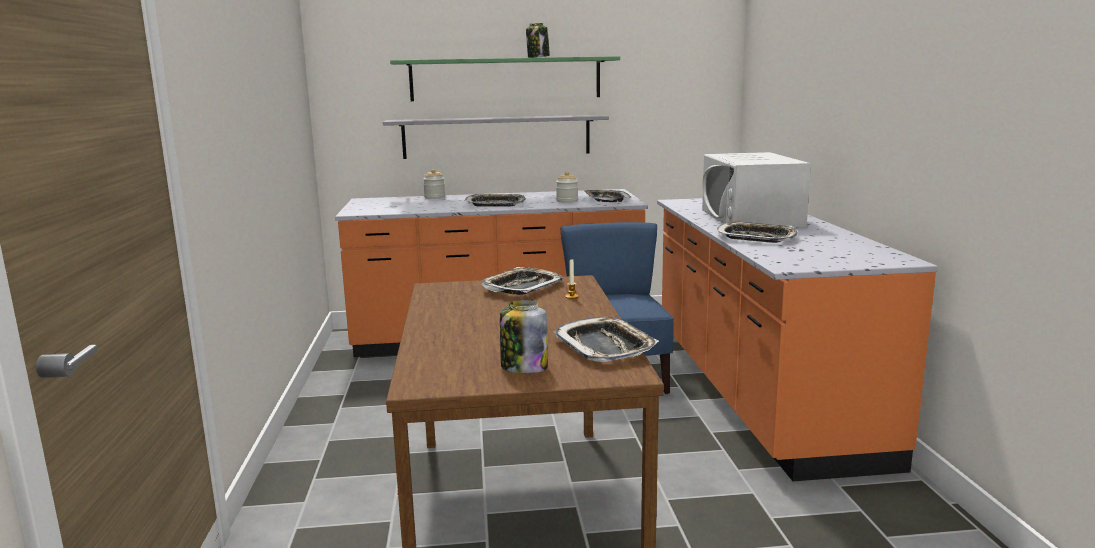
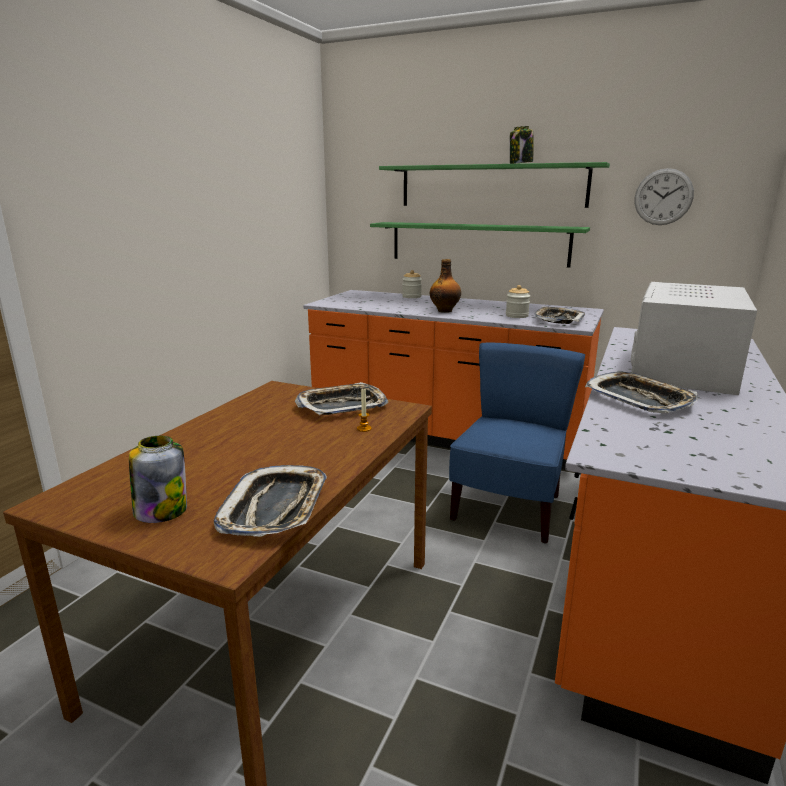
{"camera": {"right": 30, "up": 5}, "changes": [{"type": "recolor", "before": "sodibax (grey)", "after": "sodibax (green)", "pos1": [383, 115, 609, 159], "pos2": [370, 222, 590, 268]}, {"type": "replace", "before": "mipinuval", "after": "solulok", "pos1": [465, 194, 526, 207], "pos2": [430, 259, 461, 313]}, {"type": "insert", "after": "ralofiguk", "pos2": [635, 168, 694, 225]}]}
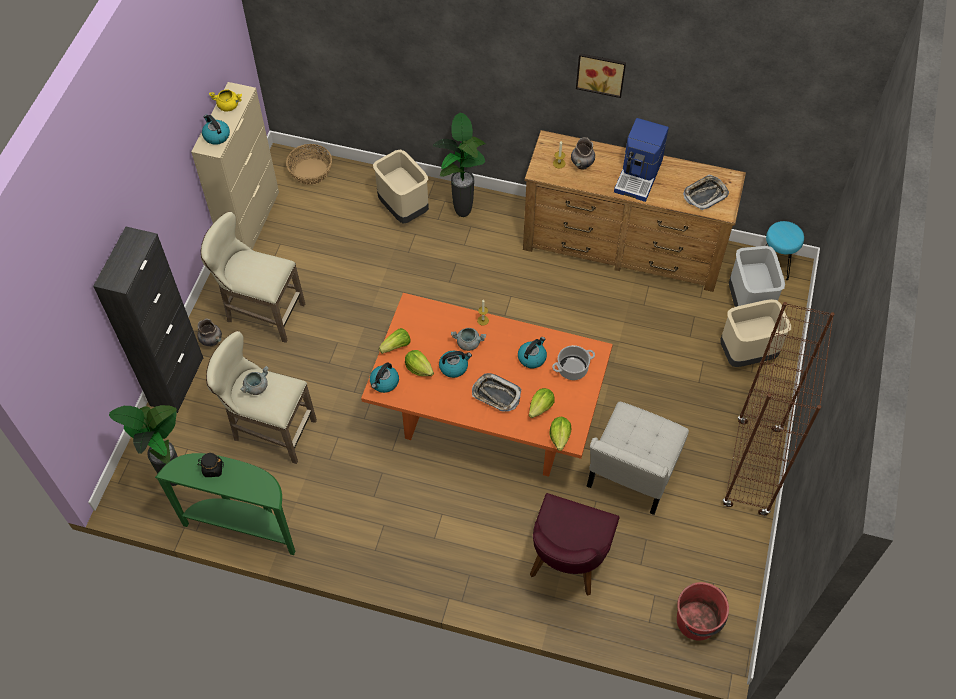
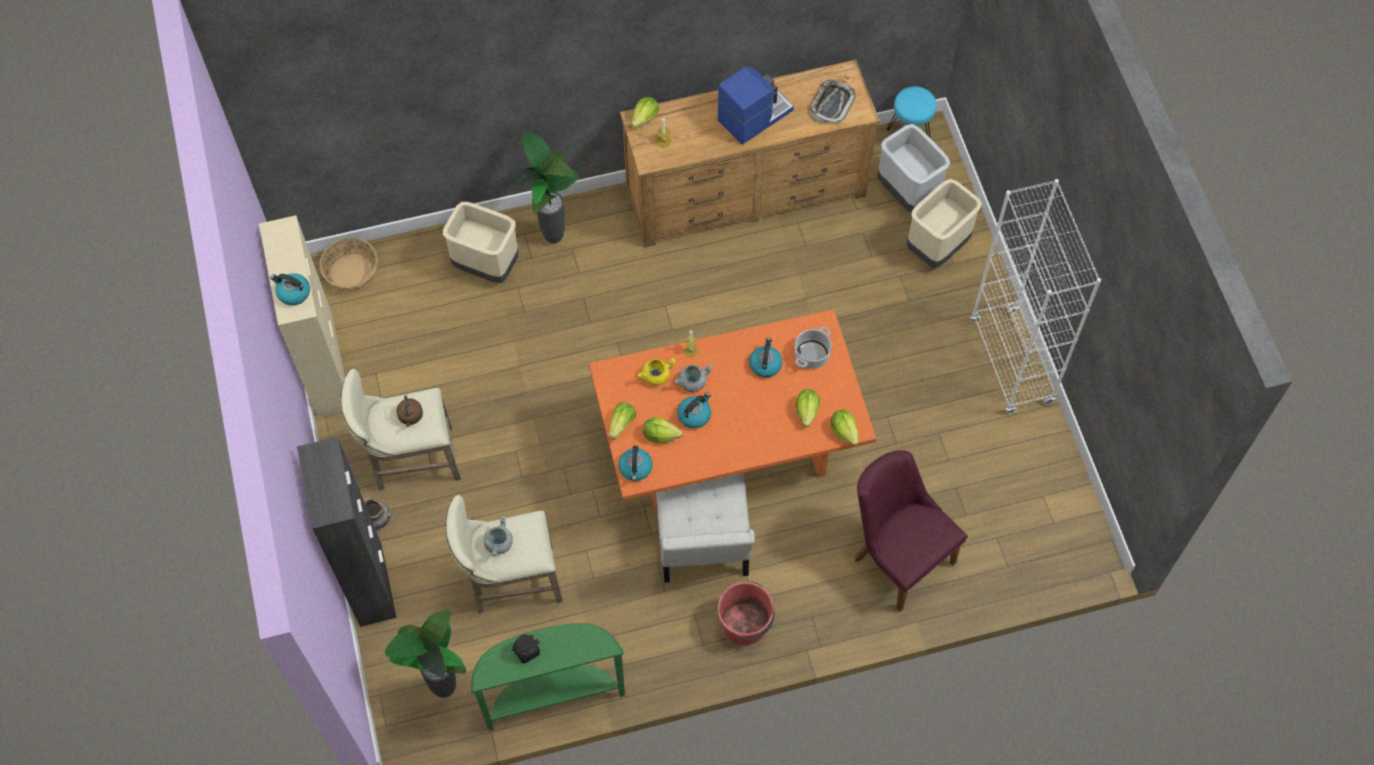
{"camera": {"right": -30, "up": 5}, "changes": [{"type": "delete", "before": "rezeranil", "pos1": [576, 53, 626, 98]}, {"type": "move", "before": "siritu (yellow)", "pos1": [209, 89, 242, 111], "pos2": [638, 358, 676, 386]}, {"type": "rotate", "before": "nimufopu", "pos1": [614, 118, 669, 202], "pos2": [718, 66, 794, 145], "turn": -120}, {"type": "delete", "before": "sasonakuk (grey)", "pos1": [571, 137, 595, 170]}, {"type": "recolor", "before": "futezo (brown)", "after": "futezo (white)", "pos1": [723, 302, 835, 516], "pos2": [970, 179, 1101, 415]}, {"type": "delete", "before": "mipinuval", "pos1": [472, 373, 521, 412]}, {"type": "move", "before": "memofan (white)", "pos1": [587, 402, 689, 515], "pos2": [656, 473, 755, 583]}, {"type": "rotate", "before": "memofan (purple)", "pos1": [530, 493, 619, 596], "pos2": [855, 450, 968, 612], "turn": 150}, {"type": "move", "before": "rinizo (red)", "pos1": [677, 582, 729, 640], "pos2": [718, 582, 775, 645]}, {"type": "insert", "after": "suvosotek", "pos2": [631, 97, 659, 128]}, {"type": "insert", "after": "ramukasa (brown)", "pos2": [396, 395, 423, 427]}]}
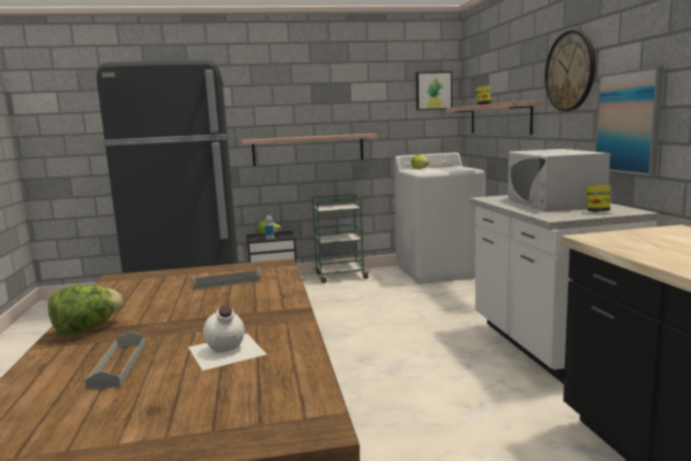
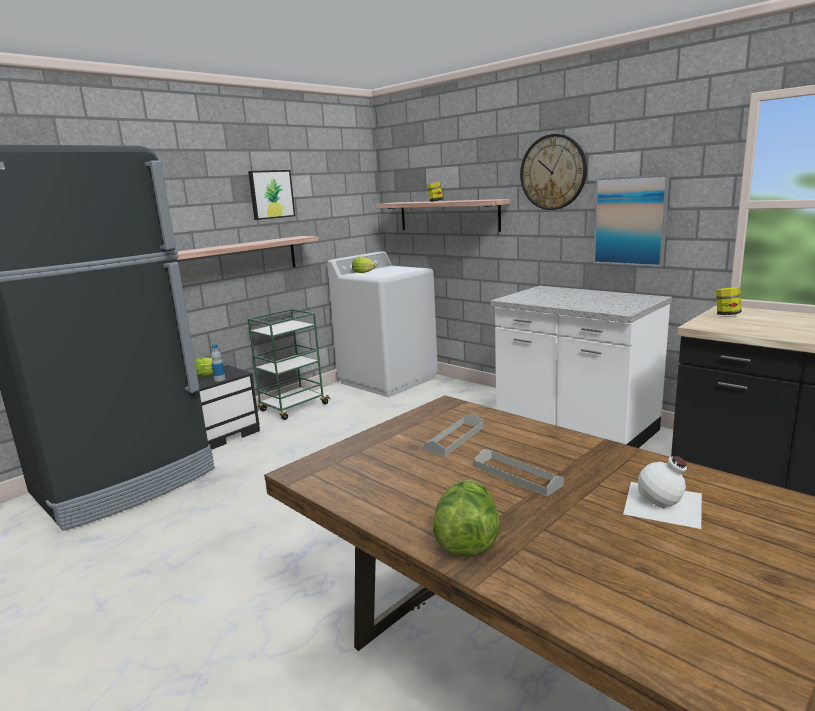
{"camera": {"right": -35, "up": 5}, "changes": [{"type": "move", "before": "rezeranil", "pos1": [416, 71, 452, 110], "pos2": [248, 170, 295, 220]}, {"type": "delete", "before": "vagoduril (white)", "pos1": [508, 149, 610, 211]}, {"type": "move", "before": "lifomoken", "pos1": [587, 185, 610, 212], "pos2": [716, 287, 742, 315]}, {"type": "move", "before": "mipinuval (grey)", "pos1": [85, 331, 146, 390], "pos2": [474, 449, 564, 497]}]}
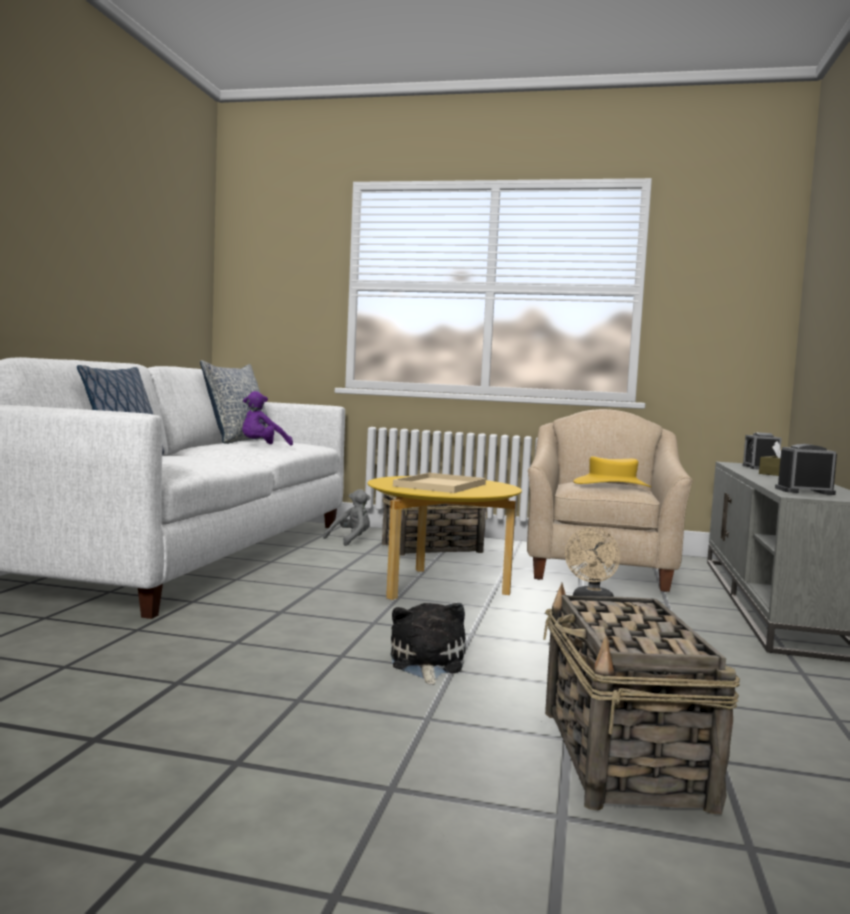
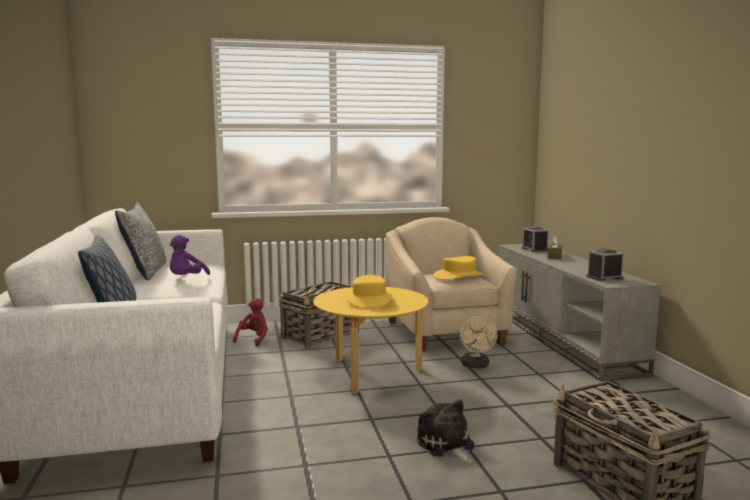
{"camera": {"right": -25, "up": 5}, "changes": [{"type": "replace", "before": "mipinuval (beige)", "after": "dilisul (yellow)", "pos1": [393, 473, 486, 493], "pos2": [346, 275, 392, 309]}, {"type": "recolor", "before": "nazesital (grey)", "after": "nazesital (red)", "pos1": [323, 489, 370, 546], "pos2": [233, 298, 267, 346]}]}
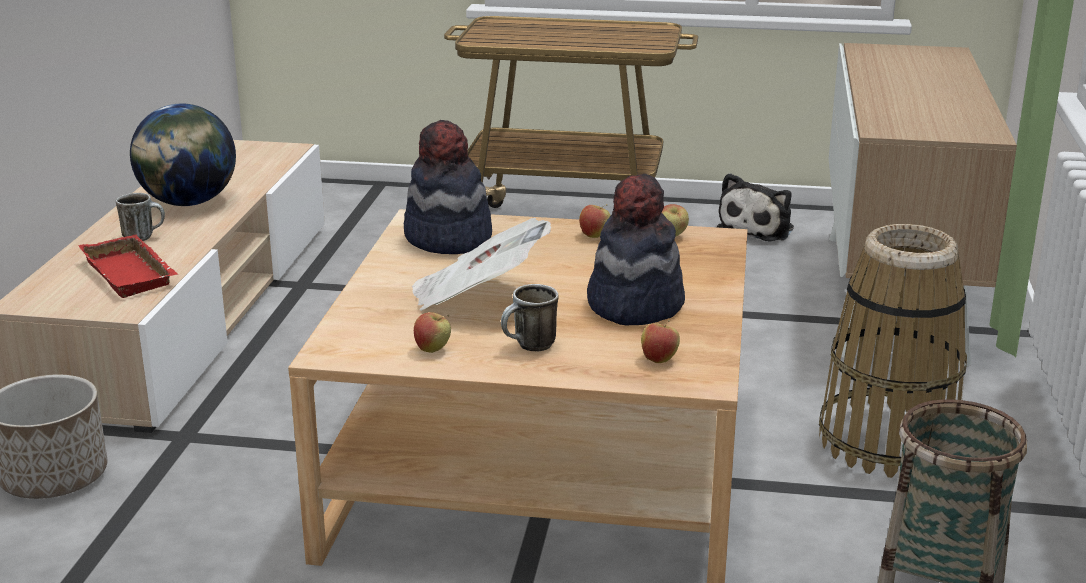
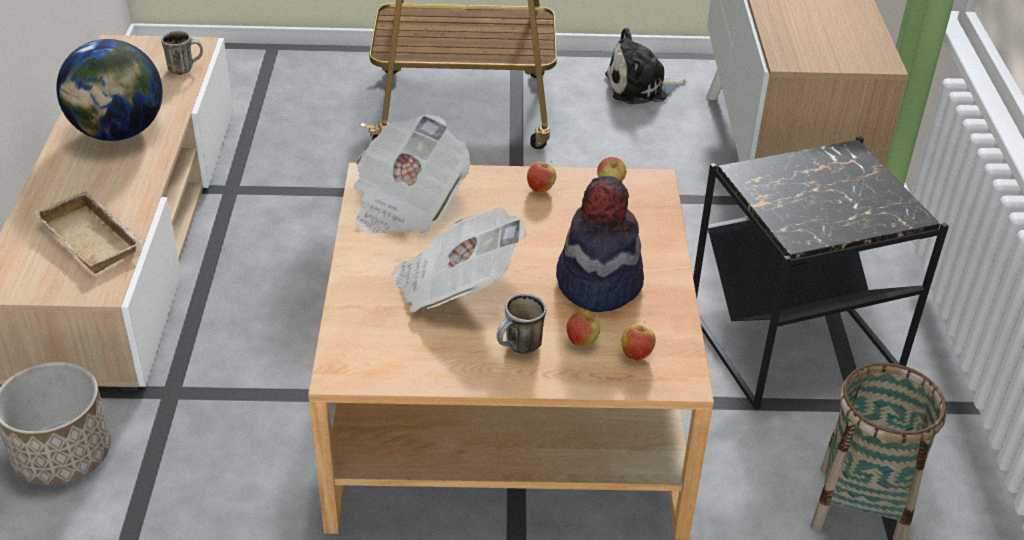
{"camera": {"right": -10, "up": 15}, "changes": [{"type": "replace", "before": "dilisul", "after": "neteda", "pos1": [404, 120, 492, 254], "pos2": [353, 114, 470, 234]}, {"type": "rotate", "before": "nazesital", "pos1": [717, 173, 794, 241], "pos2": [605, 28, 687, 104], "turn": 60}, {"type": "move", "before": "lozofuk", "pos1": [116, 193, 165, 241], "pos2": [161, 31, 203, 75]}, {"type": "replace", "before": "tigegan", "after": "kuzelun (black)", "pos1": [819, 224, 967, 478], "pos2": [693, 136, 949, 410]}, {"type": "recolor", "before": "mipinuval (red)", "after": "mipinuval (beige)", "pos1": [79, 235, 178, 298], "pos2": [34, 191, 144, 274]}, {"type": "move", "before": "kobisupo", "pos1": [414, 312, 451, 353], "pos2": [567, 311, 600, 346]}]}
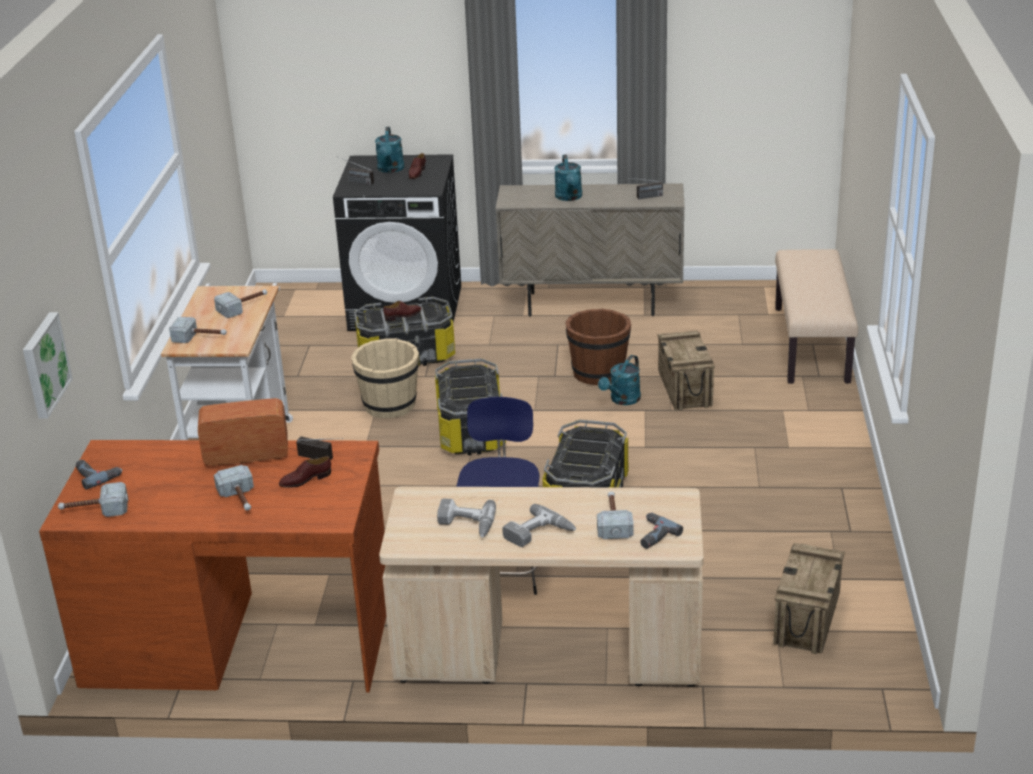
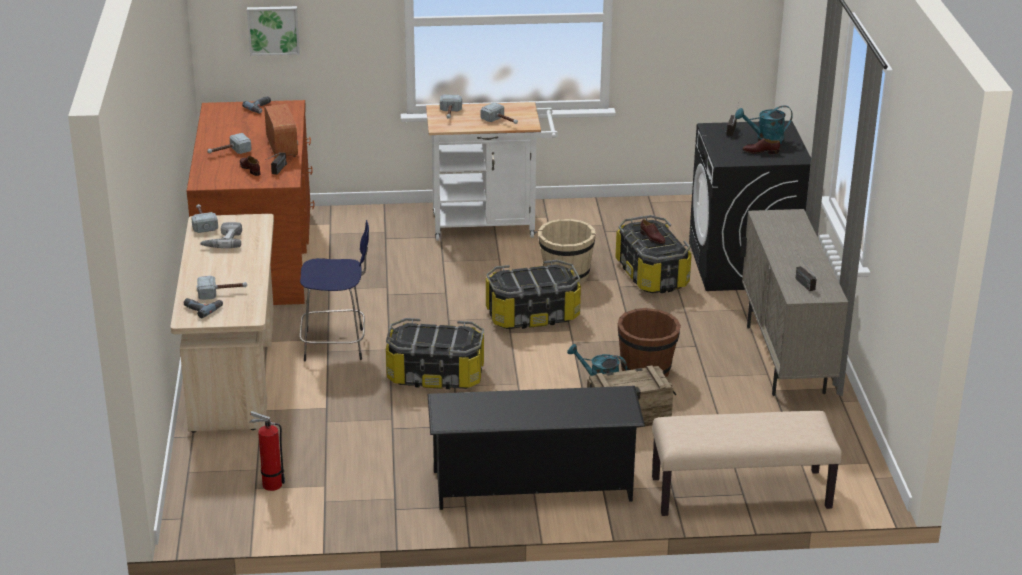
{"camera": {"right": 80, "up": 0}, "changes": [{"type": "delete", "before": "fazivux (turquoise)", "pos1": [554, 154, 582, 201]}, {"type": "move", "before": "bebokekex", "pos1": [58, 482, 128, 517], "pos2": [191, 204, 218, 233]}, {"type": "delete", "before": "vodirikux", "pos1": [502, 504, 576, 547]}, {"type": "replace", "before": "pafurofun", "after": "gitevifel", "pos1": [773, 543, 845, 654], "pos2": [249, 411, 285, 491]}, {"type": "insert", "after": "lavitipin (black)", "pos2": [428, 386, 645, 510]}]}
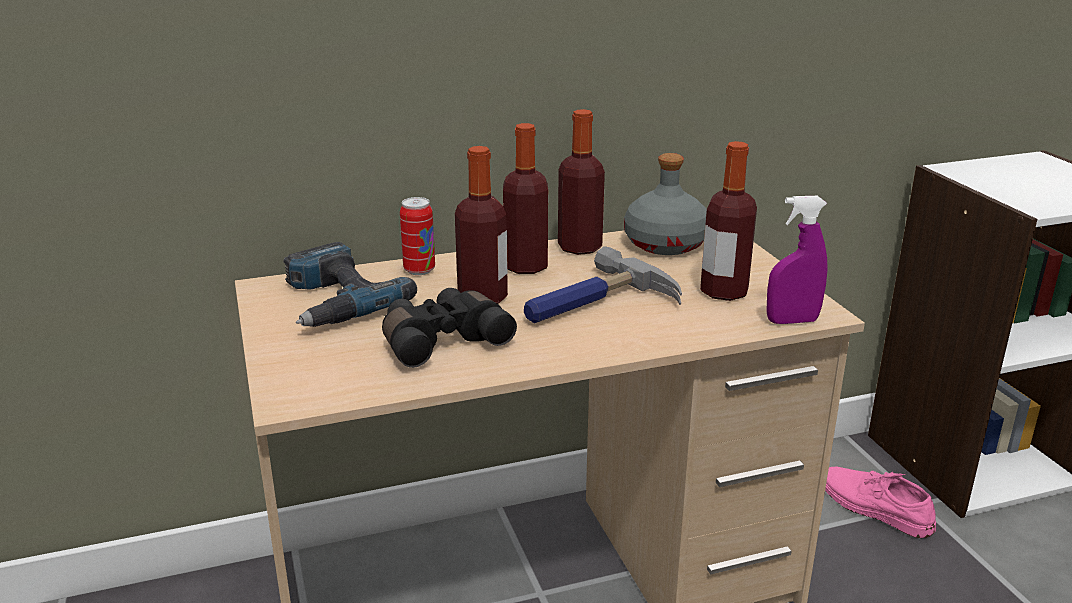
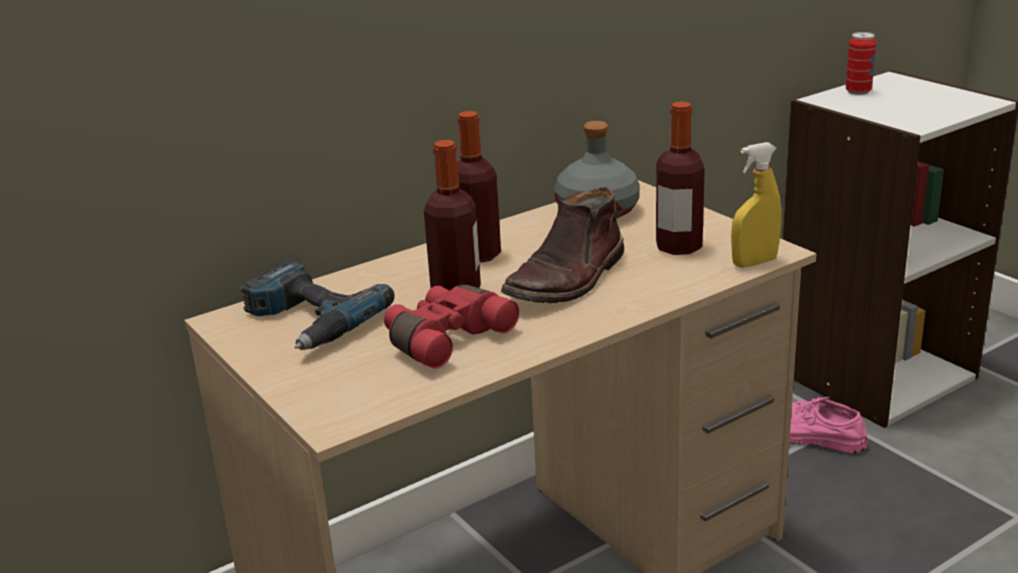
{"camera": {"right": -15, "up": 0}, "changes": [{"type": "delete", "before": "solulok", "pos1": [558, 109, 605, 255]}, {"type": "recolor", "before": "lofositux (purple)", "after": "lofositux (yellow)", "pos1": [766, 196, 828, 324], "pos2": [731, 142, 781, 268]}, {"type": "move", "before": "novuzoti", "pos1": [400, 197, 435, 275], "pos2": [846, 32, 876, 95]}, {"type": "replace", "before": "bebokekex", "after": "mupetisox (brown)", "pos1": [524, 246, 682, 323], "pos2": [501, 187, 624, 303]}, {"type": "recolor", "before": "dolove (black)", "after": "dolove (red)", "pos1": [382, 288, 517, 368], "pos2": [384, 284, 519, 369]}]}
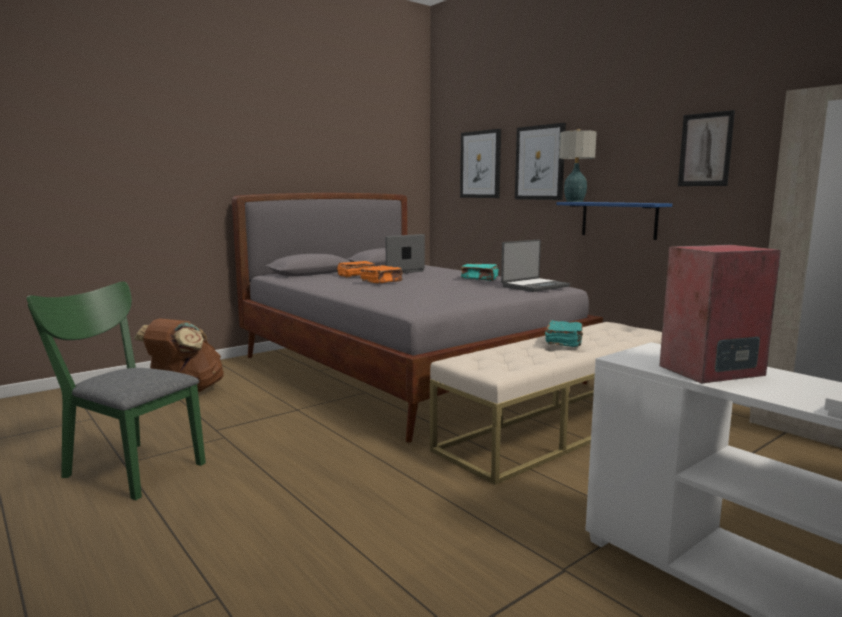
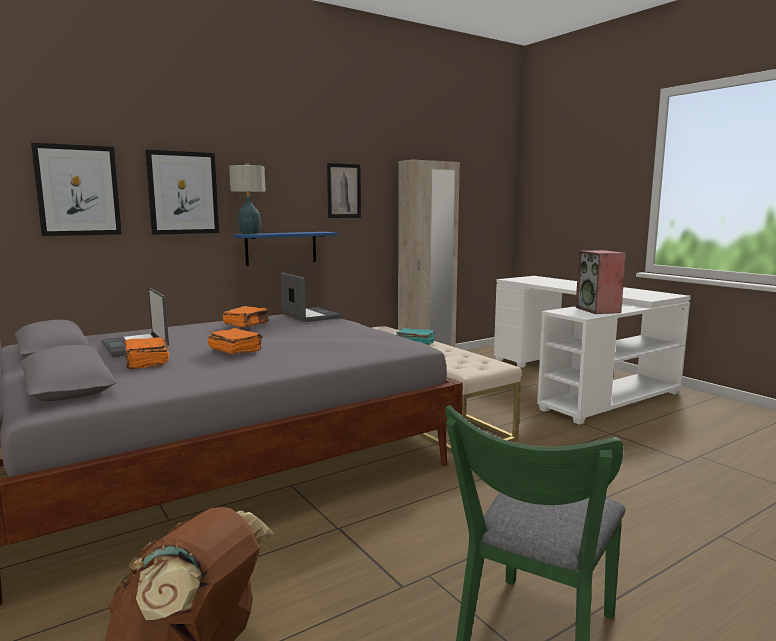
{"camera": {"right": -85, "up": 0}, "changes": [{"type": "recolor", "before": "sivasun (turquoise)", "after": "sivasun (orange)", "pos1": [461, 264, 499, 281], "pos2": [223, 306, 269, 327]}]}
